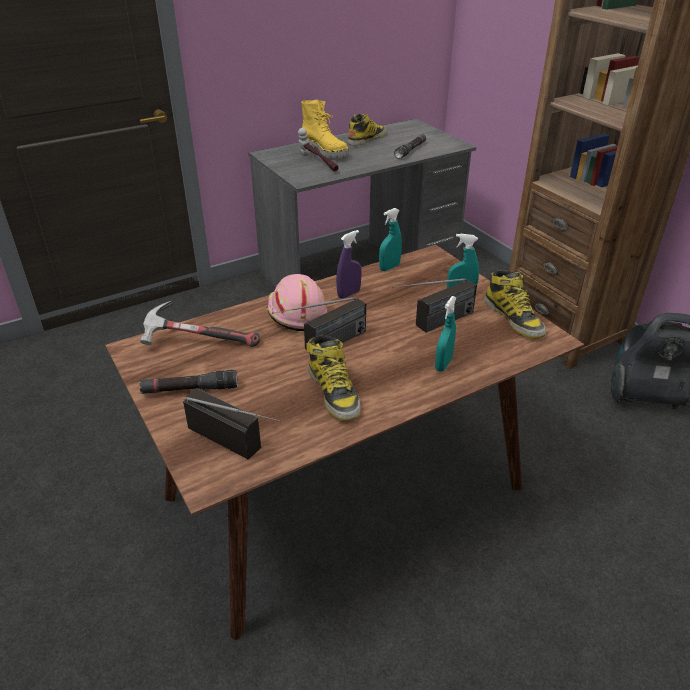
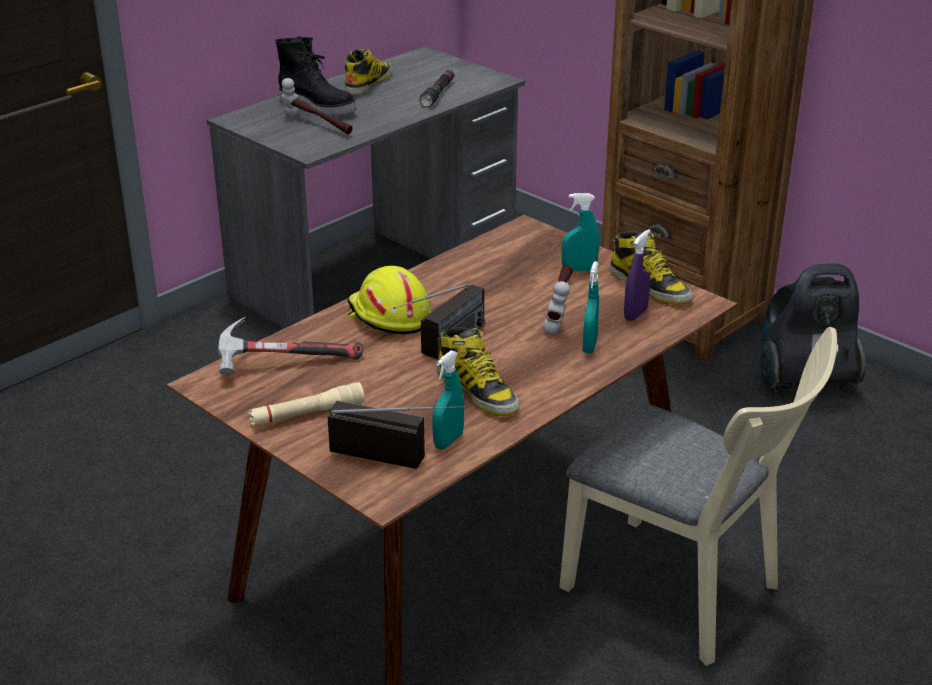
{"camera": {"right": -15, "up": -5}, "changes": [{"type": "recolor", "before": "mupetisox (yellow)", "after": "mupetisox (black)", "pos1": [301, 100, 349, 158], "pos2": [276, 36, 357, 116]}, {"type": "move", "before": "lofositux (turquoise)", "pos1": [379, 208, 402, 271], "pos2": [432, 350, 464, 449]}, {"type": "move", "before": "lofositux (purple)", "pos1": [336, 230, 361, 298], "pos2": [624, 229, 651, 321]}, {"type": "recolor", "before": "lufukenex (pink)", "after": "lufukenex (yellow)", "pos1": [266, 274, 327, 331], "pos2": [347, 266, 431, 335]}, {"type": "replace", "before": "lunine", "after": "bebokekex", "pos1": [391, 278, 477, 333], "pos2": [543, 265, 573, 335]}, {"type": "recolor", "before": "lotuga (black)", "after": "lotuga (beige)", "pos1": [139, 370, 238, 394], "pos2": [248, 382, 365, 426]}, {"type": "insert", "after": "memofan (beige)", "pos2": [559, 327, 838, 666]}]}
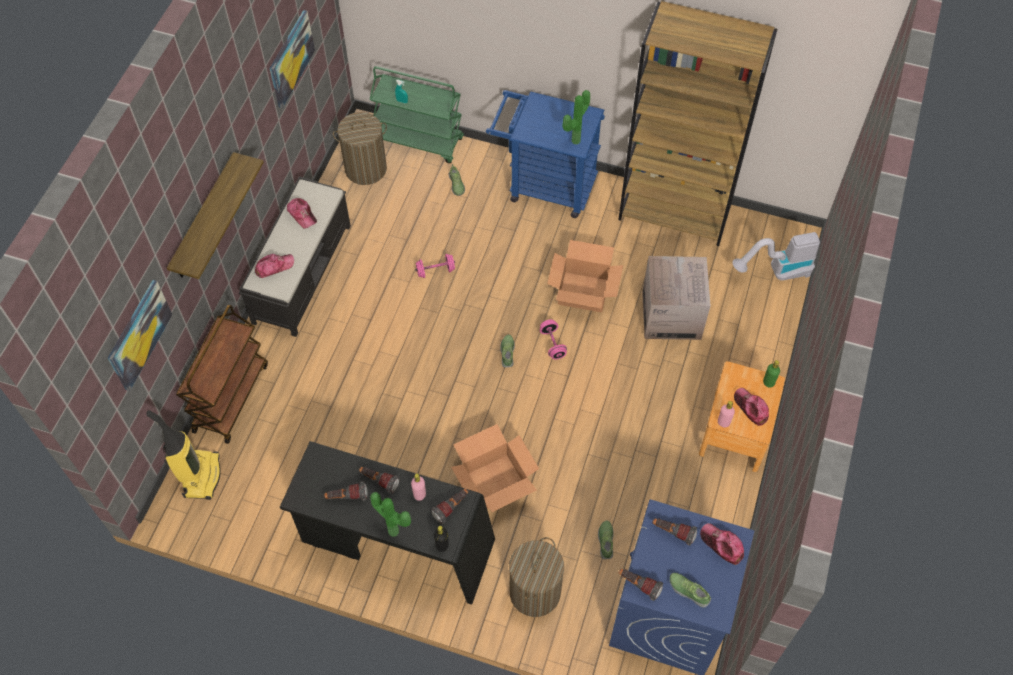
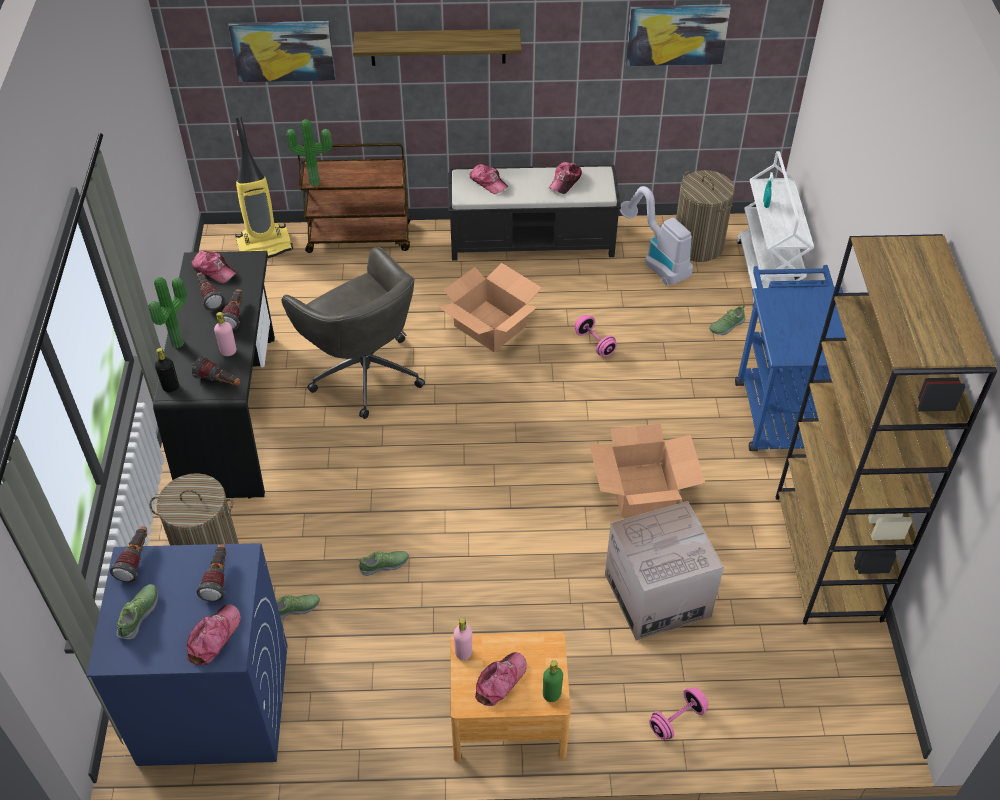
{"camera": {"right": 70, "up": -10}, "changes": [{"type": "recolor", "before": "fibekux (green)", "after": "fibekux (white)", "pos1": [370, 66, 464, 163], "pos2": [737, 151, 814, 305]}, {"type": "move", "before": "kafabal", "pos1": [562, 90, 590, 144], "pos2": [286, 119, 333, 186]}, {"type": "move", "before": "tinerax", "pos1": [733, 232, 820, 280], "pos2": [620, 186, 693, 285]}, {"type": "move", "before": "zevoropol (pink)", "pos1": [540, 319, 567, 359], "pos2": [649, 687, 709, 740]}, {"type": "move", "before": "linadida", "pos1": [500, 334, 515, 367], "pos2": [358, 551, 409, 576]}, {"type": "move", "before": "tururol", "pos1": [451, 424, 539, 512], "pos2": [438, 263, 542, 352]}, {"type": "insert", "after": "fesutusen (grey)", "pos2": [282, 247, 425, 419]}, {"type": "insert", "after": "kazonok", "pos2": [192, 251, 237, 283]}]}
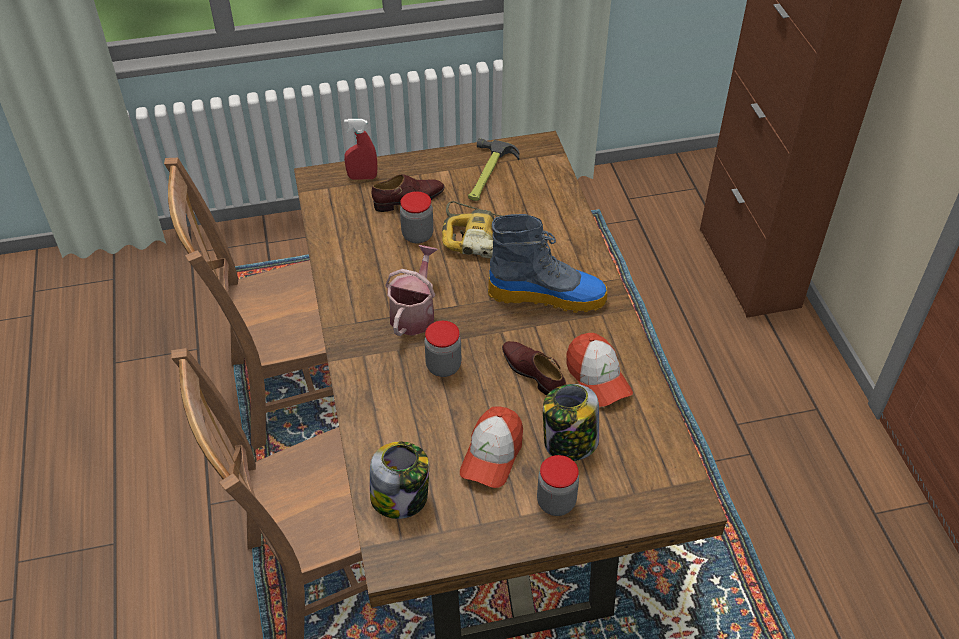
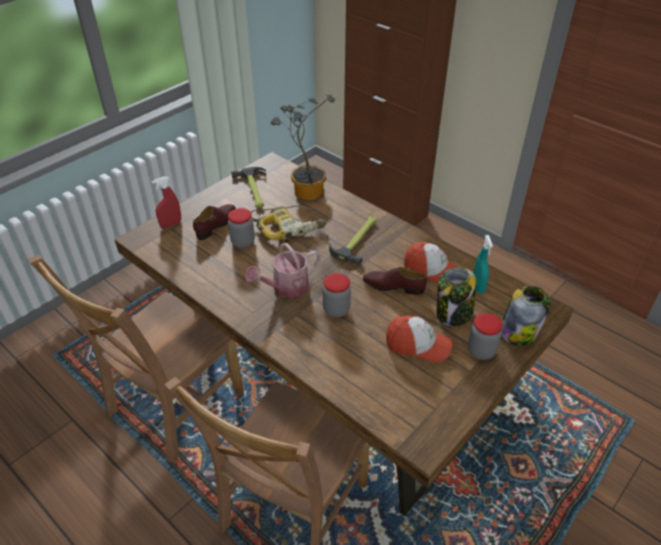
{"camera": {"right": -35, "up": -5}, "changes": [{"type": "replace", "before": "mupetisox", "after": "bebokekex", "pos1": [488, 214, 607, 313], "pos2": [329, 216, 377, 265]}, {"type": "rotate", "before": "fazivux", "pos1": [385, 245, 438, 336], "pos2": [245, 243, 320, 298], "turn": -105}, {"type": "rotate", "before": "kazonok", "pos1": [460, 406, 523, 488], "pos2": [386, 315, 453, 363], "turn": -60}, {"type": "move", "before": "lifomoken", "pos1": [370, 442, 429, 519], "pos2": [501, 286, 551, 346]}, {"type": "insert", "after": "kafabal", "pos2": [271, 95, 336, 200]}, {"type": "insert", "after": "lofositux (turquoise)", "pos2": [474, 235, 493, 293]}]}
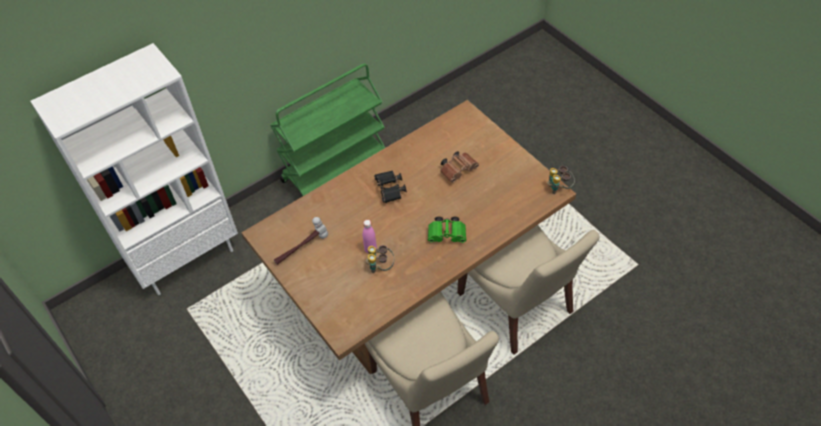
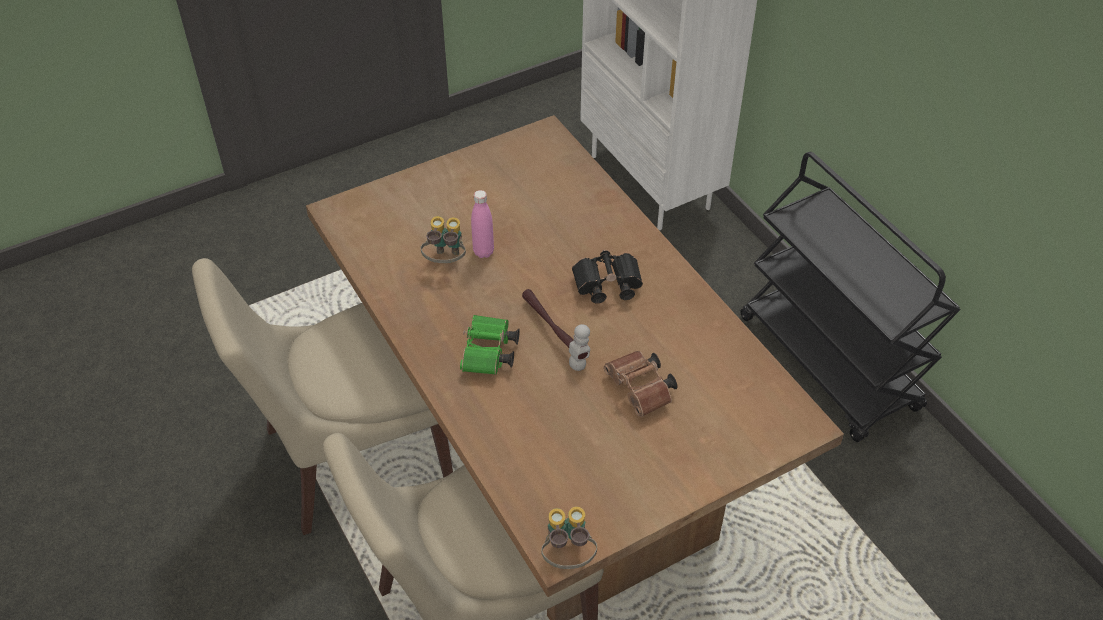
{"camera": {"right": 95, "up": -5}, "changes": [{"type": "recolor", "before": "fibekux (green)", "after": "fibekux (black)", "pos1": [270, 63, 385, 196], "pos2": [740, 152, 961, 442]}, {"type": "move", "before": "bebokekex", "pos1": [274, 217, 328, 265], "pos2": [522, 289, 590, 371]}]}
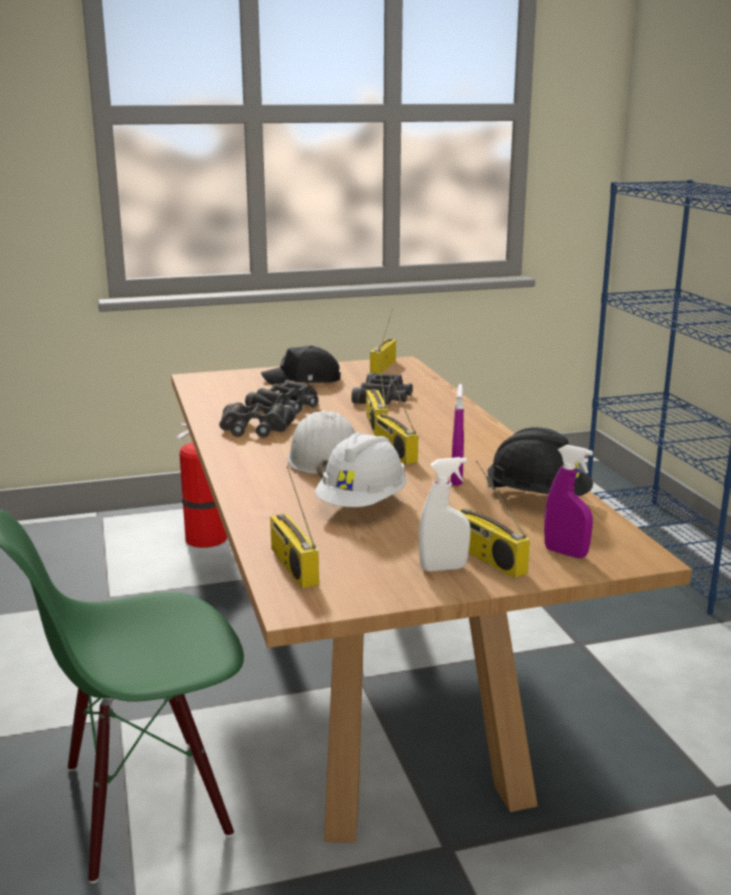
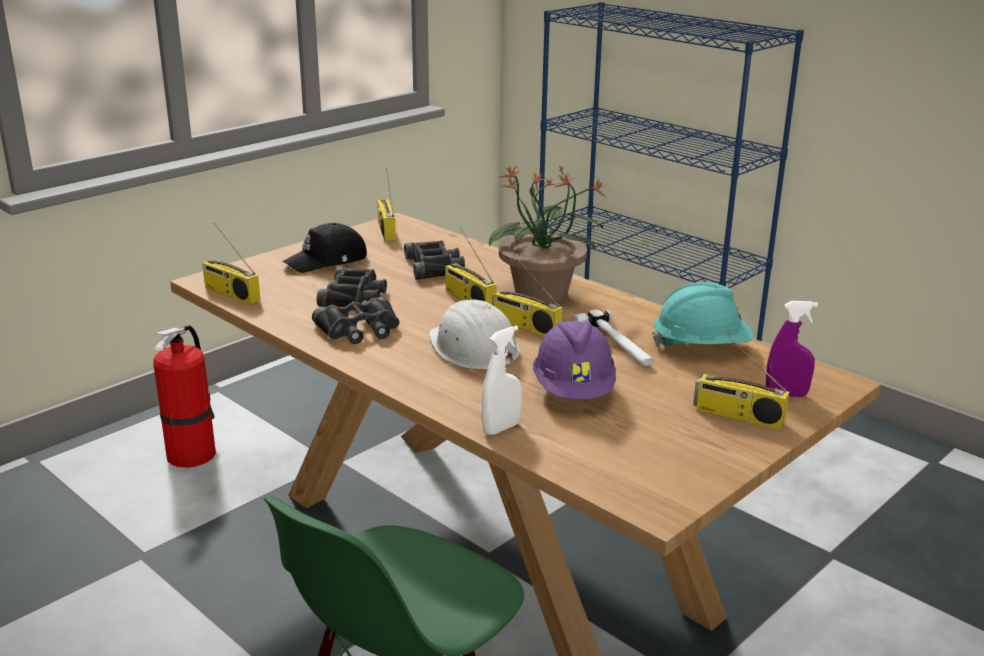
{"camera": {"right": -30, "up": 5}, "changes": [{"type": "replace", "before": "lofositux (purple)", "after": "bebokekex", "pos1": [451, 384, 464, 486], "pos2": [573, 310, 653, 366]}, {"type": "recolor", "before": "lufukenex (black)", "after": "lufukenex (turquoise)", "pos1": [486, 427, 593, 496], "pos2": [652, 282, 754, 347]}, {"type": "recolor", "before": "lufukenex (white)", "after": "lufukenex (purple)", "pos1": [315, 432, 407, 507], "pos2": [533, 320, 616, 400]}, {"type": "move", "before": "lofositux (white)", "pos1": [418, 457, 471, 571], "pos2": [481, 326, 522, 435]}, {"type": "move", "before": "lunine", "pos1": [270, 466, 319, 589], "pos2": [202, 223, 260, 305]}, {"type": "insert", "after": "kafabal", "pos2": [489, 164, 606, 304]}]}
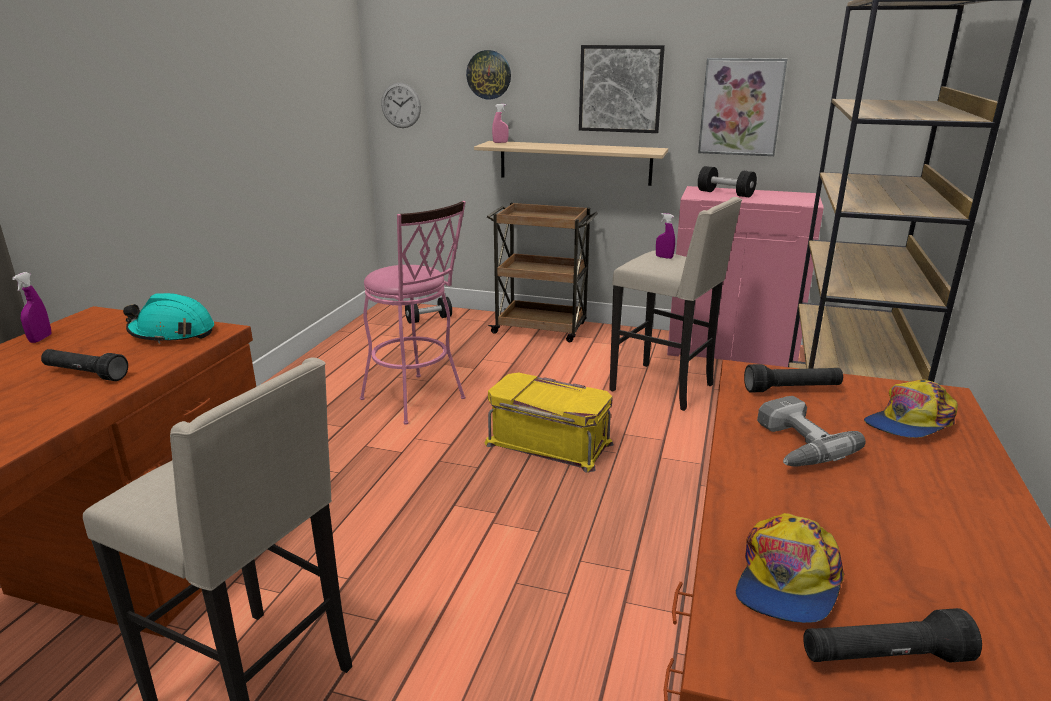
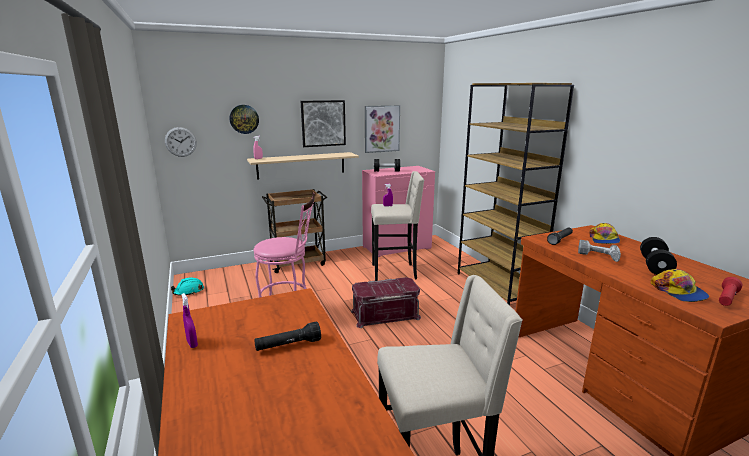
{"camera": {"right": -40, "up": -5}, "changes": [{"type": "move", "before": "lufukenex (turquoise)", "pos1": [123, 293, 214, 344], "pos2": [171, 278, 204, 296]}, {"type": "move", "before": "zevoropol (black)", "pos1": [405, 297, 452, 324], "pos2": [640, 237, 677, 275]}, {"type": "recolor", "before": "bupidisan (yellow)", "after": "bupidisan (red)", "pos1": [485, 373, 614, 473], "pos2": [351, 277, 421, 328]}, {"type": "recolor", "before": "lotuga (black)", "after": "lotuga (red)", "pos1": [803, 608, 982, 663], "pos2": [719, 277, 742, 306]}]}
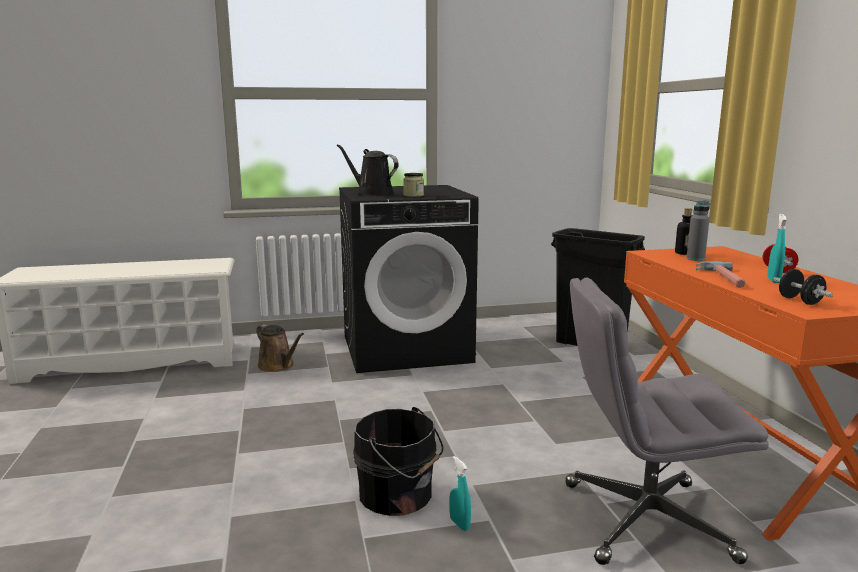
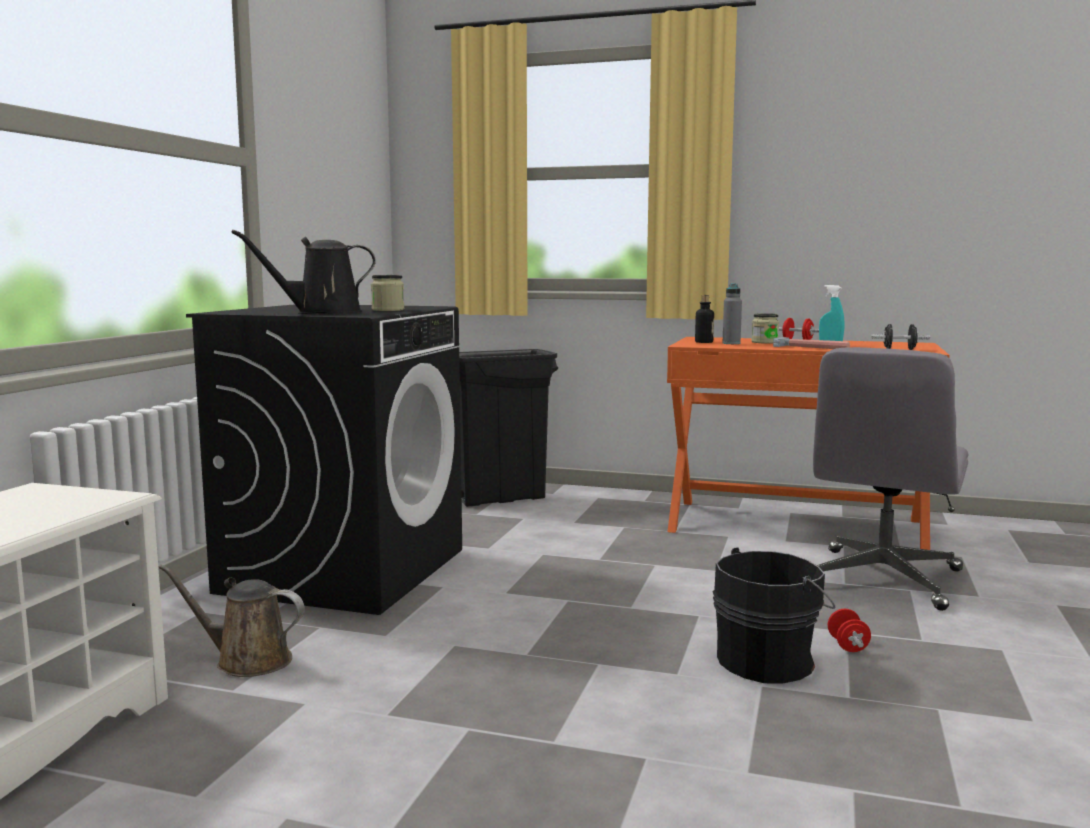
{"camera": {"right": -60, "up": -5}, "changes": [{"type": "rotate", "before": "fazivux (brown)", "pos1": [256, 324, 304, 372], "pos2": [158, 564, 305, 677], "turn": -150}, {"type": "replace", "before": "lofositux (turquoise)", "after": "zevoropol (red)", "pos1": [449, 456, 471, 531], "pos2": [828, 609, 871, 652]}, {"type": "insert", "after": "lifomoken", "pos2": [751, 313, 779, 344]}]}
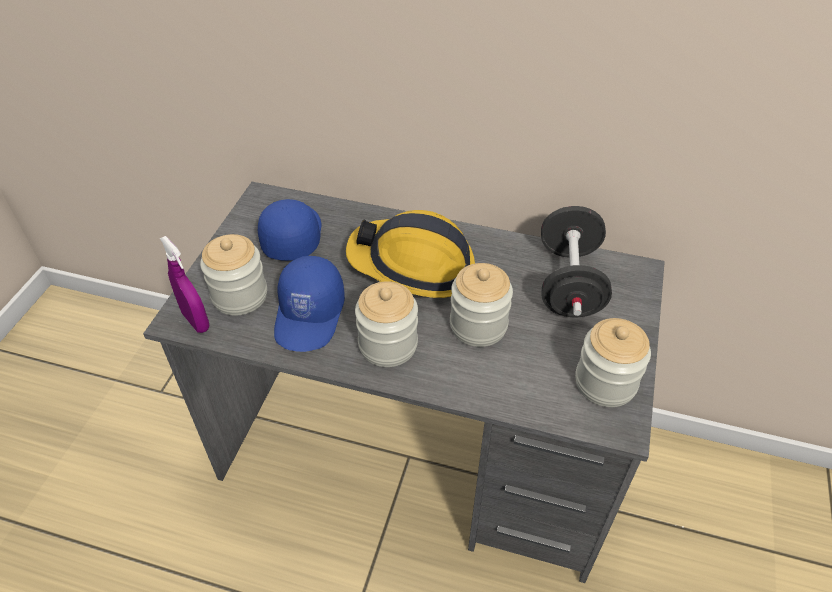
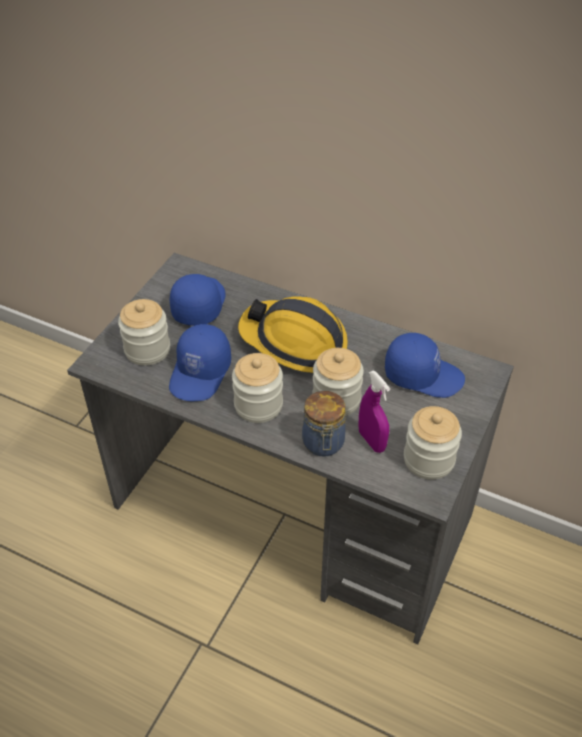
{"camera": {"right": 10, "up": 0}, "changes": [{"type": "replace", "before": "zevoropol (black)", "after": "kazonok (blue)", "pos1": [541, 206, 612, 317], "pos2": [385, 332, 465, 398]}, {"type": "move", "before": "lofositux (purple)", "pos1": [160, 236, 209, 333], "pos2": [358, 370, 390, 453]}, {"type": "insert", "after": "lifomoken", "pos2": [302, 391, 346, 457]}]}
